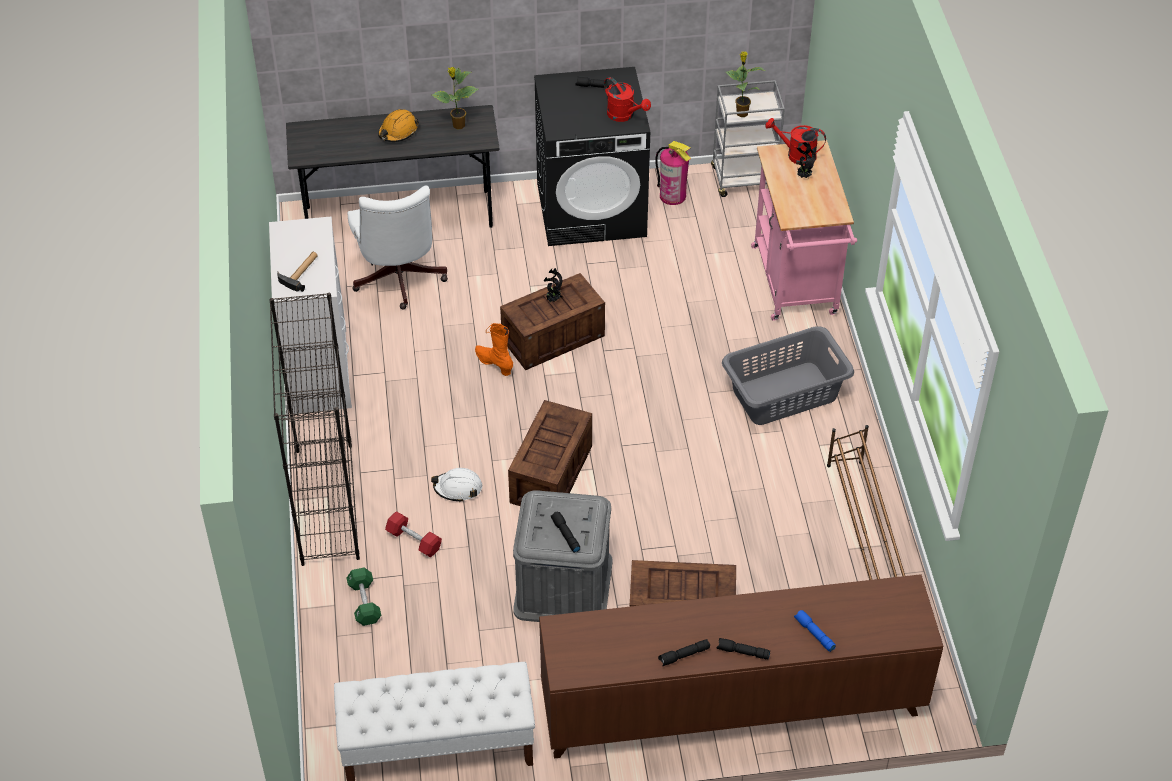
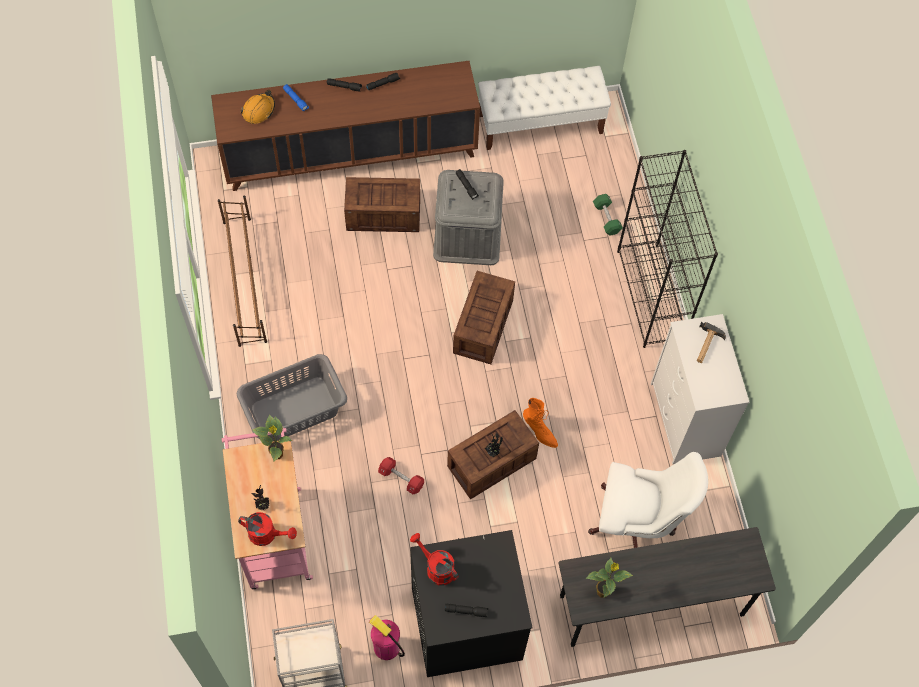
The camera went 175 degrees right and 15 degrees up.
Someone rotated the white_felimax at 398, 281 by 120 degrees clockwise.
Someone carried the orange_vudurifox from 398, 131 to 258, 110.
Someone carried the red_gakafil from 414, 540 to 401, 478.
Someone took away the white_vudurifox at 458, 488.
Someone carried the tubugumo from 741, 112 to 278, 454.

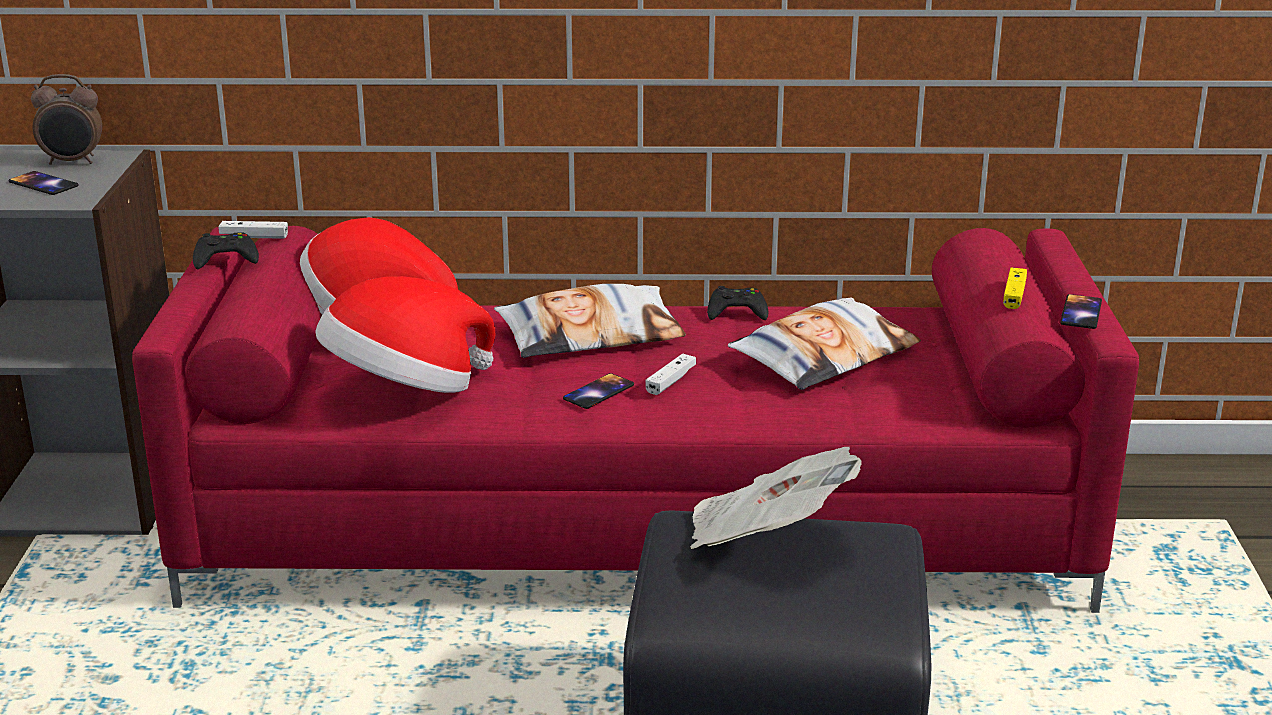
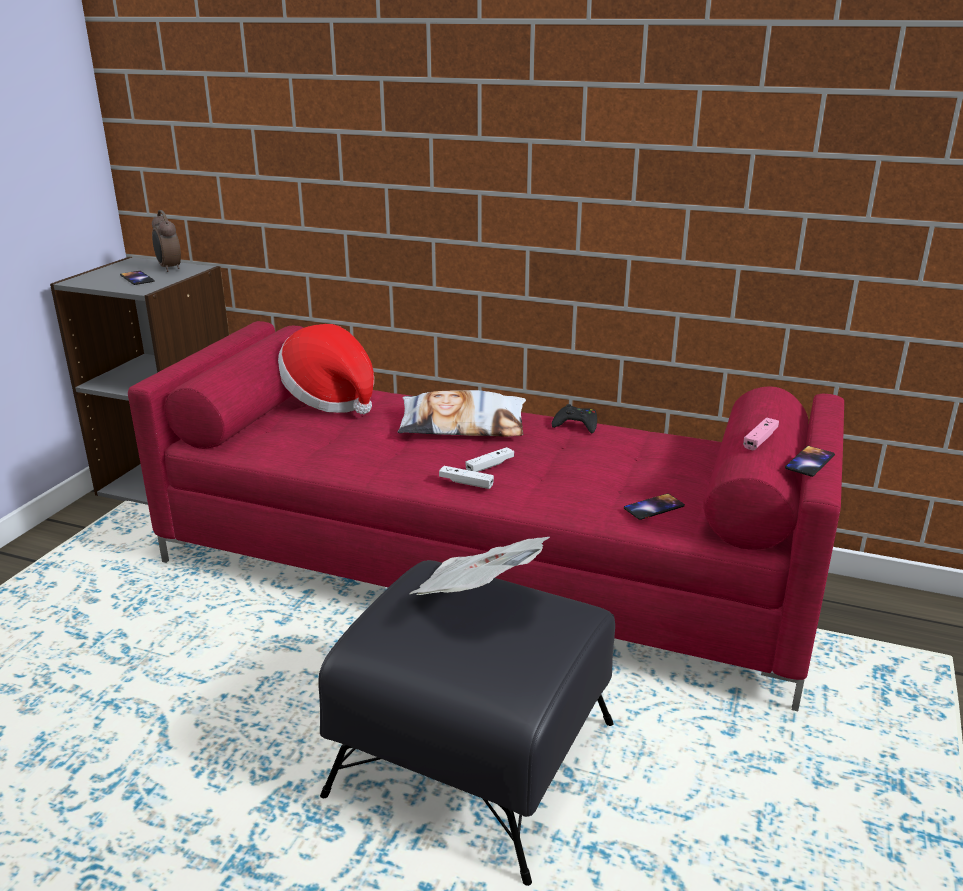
The camera went 20 degrees right and 0 degrees up.
Someone rotated the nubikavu at 73, 162 by 45 degrees clockwise.
Someone took away the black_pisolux at 225, 258.
Someone carried the white_pisolux from 254, 237 to 466, 483.
Someone took away the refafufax at 405, 390.
Someone carried the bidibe from 598, 392 to 653, 507.
Someone took away the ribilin at 824, 356.
Someone repainted the yellow_pisolux at 1014, 295, which became the pink_pisolux at 760, 439.

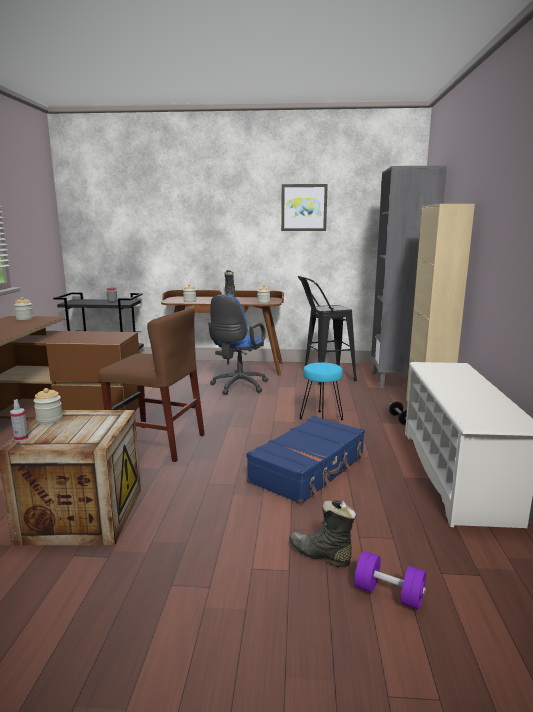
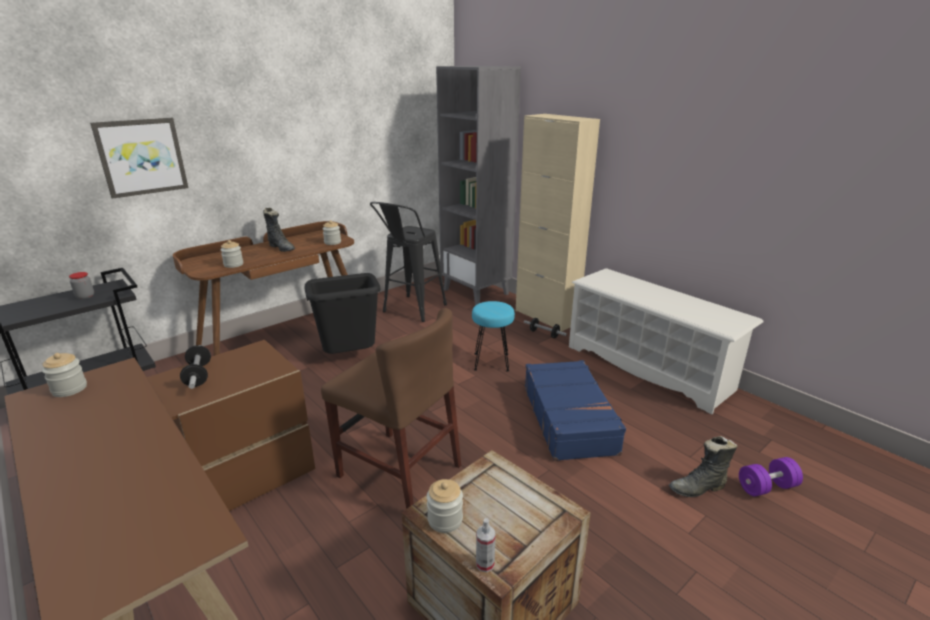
The camera went 45 degrees left and 10 degrees up.
Someone rotated the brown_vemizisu at 158, 442 by 60 degrees clockwise.
Someone swapped the blue_felimax at 237, 386 for the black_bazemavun at 349, 358.
Someone carried the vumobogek from 304, 207 to 141, 157.
Someone put down the gakafil at 198, 375.

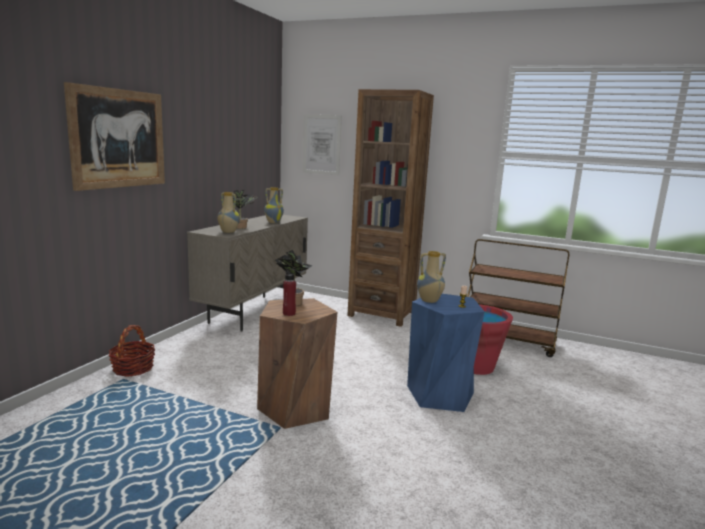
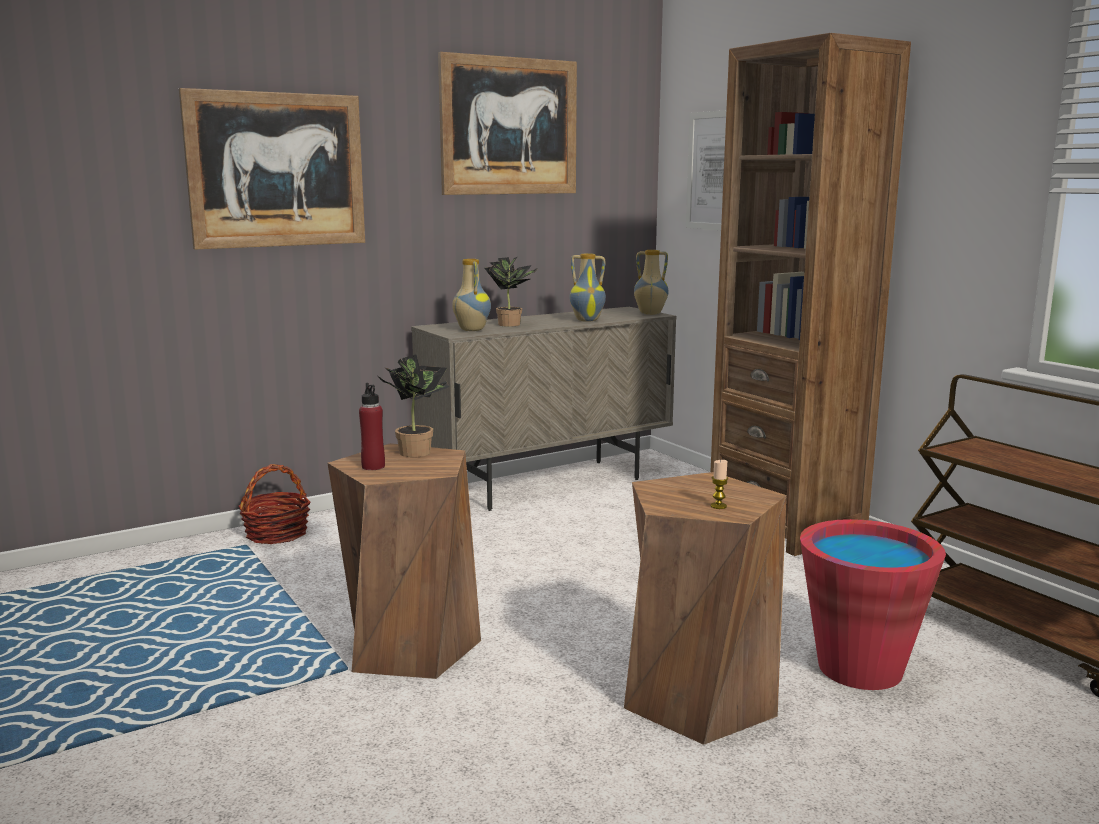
The camera went 35 degrees right and 0 degrees up.
Someone repainted the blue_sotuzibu at 440, 394, which became the brown_sotuzibu at 698, 699.
Someone carried the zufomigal from 429, 301 to 650, 313.
Someone put up the vumobogek at 509, 126.

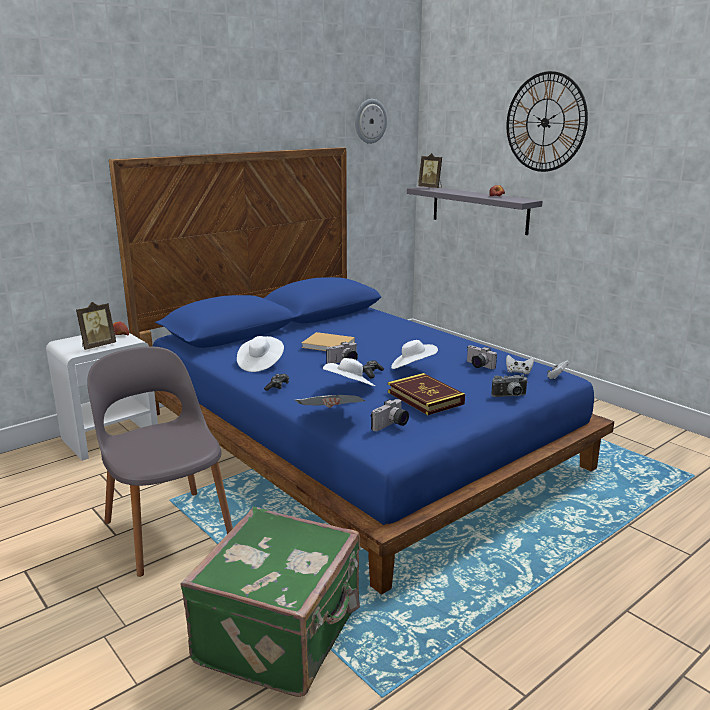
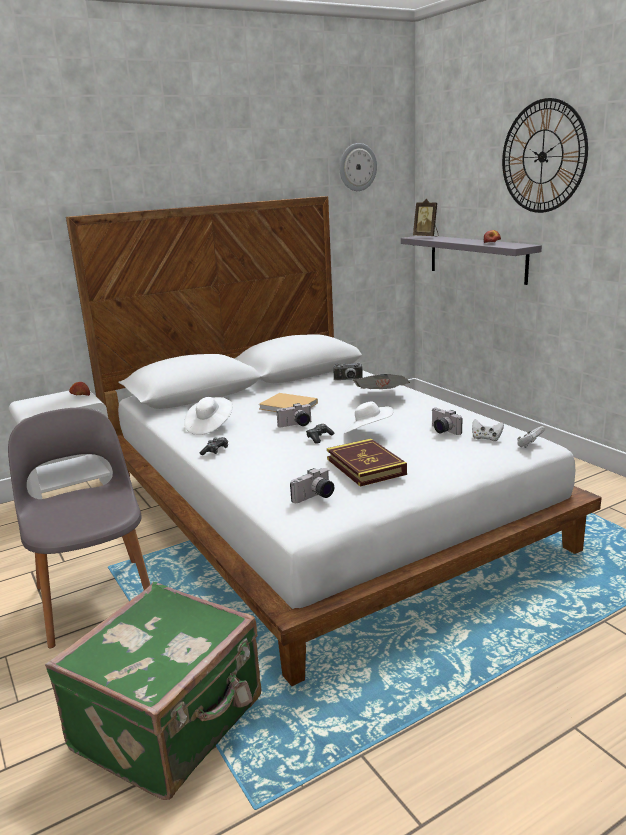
The camera went 10 degrees right and 0 degrees up.
Someone took away the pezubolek at 97, 346.
Someone repainted the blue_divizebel at 355, 440, which became the white_divizebel at 318, 508.
Someone carried the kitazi from 330, 418 to 381, 397.
Someone took away the white_refafufax at 349, 387.
Someone carried the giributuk from 510, 396 to 348, 380.

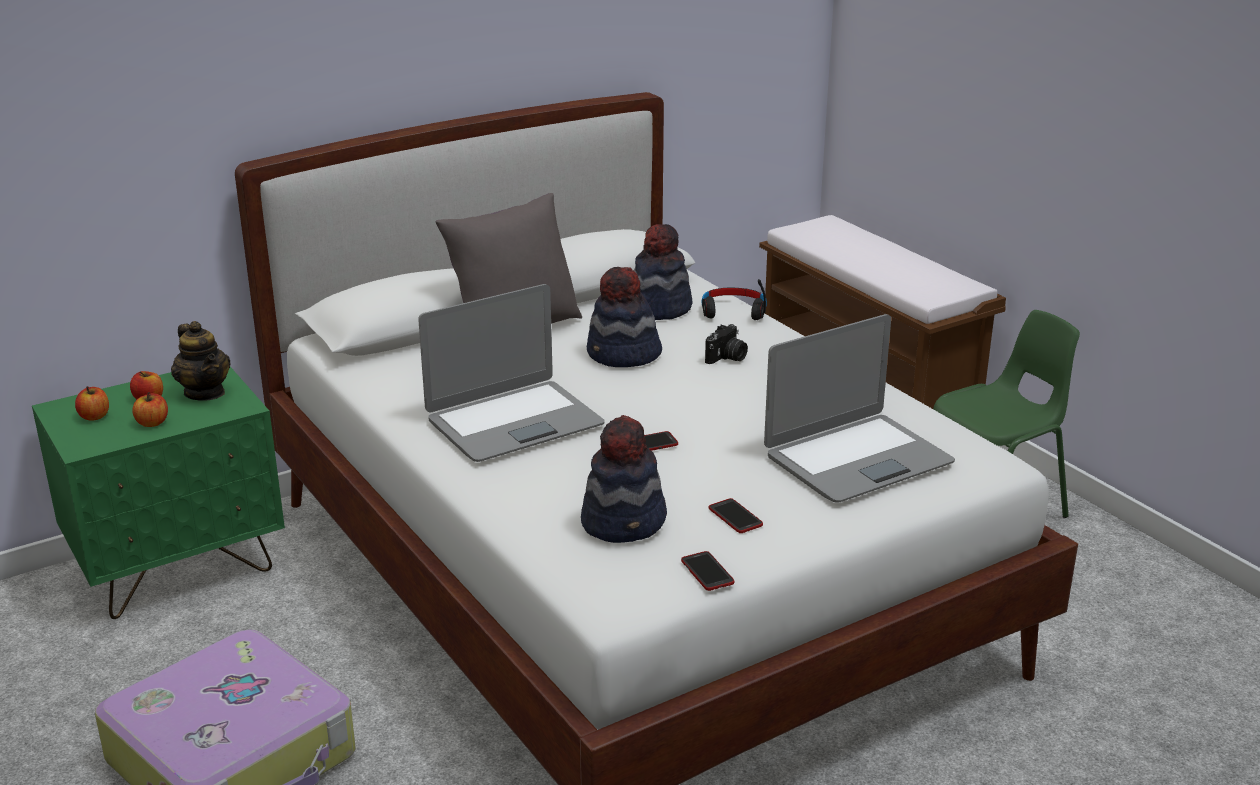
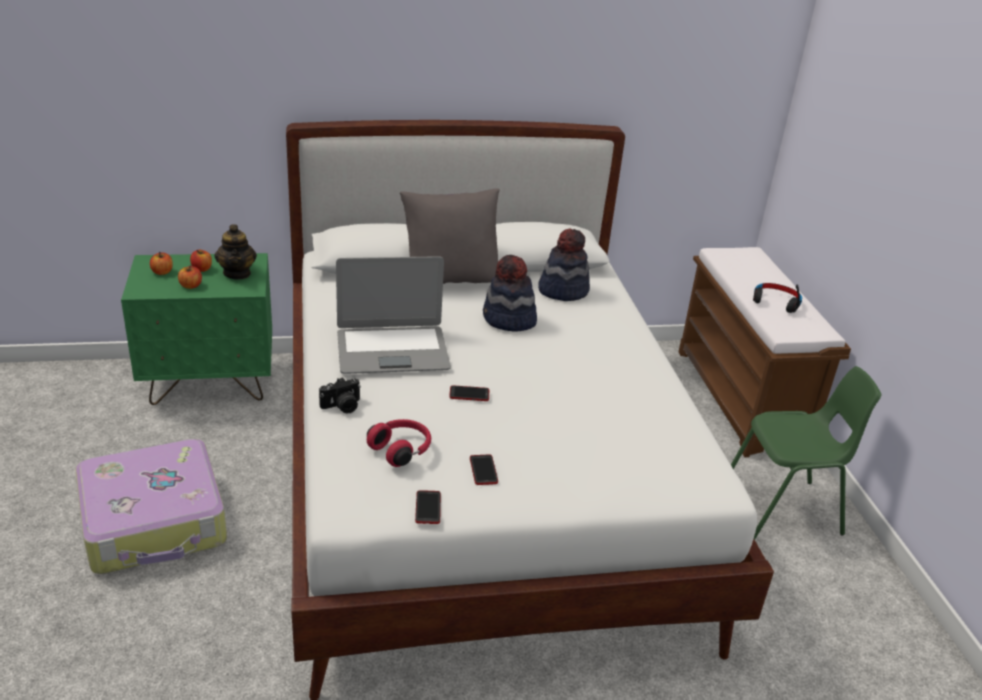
The camera went 20 degrees right and 5 degrees up.
Someone swapped the refafufax at 625, 522 for the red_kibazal at 401, 450.
Someone carried the black_kibazal from 733, 312 to 776, 302.
Someone carried the giributuk from 727, 358 to 342, 406.
Someone took away the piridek at 857, 459.

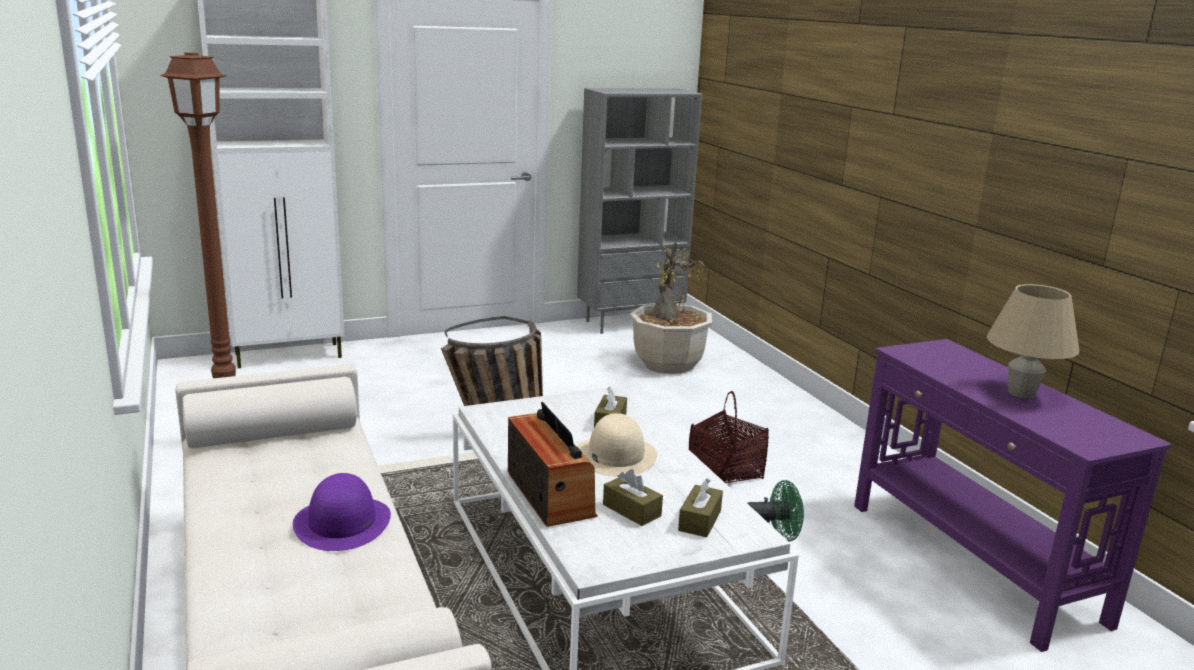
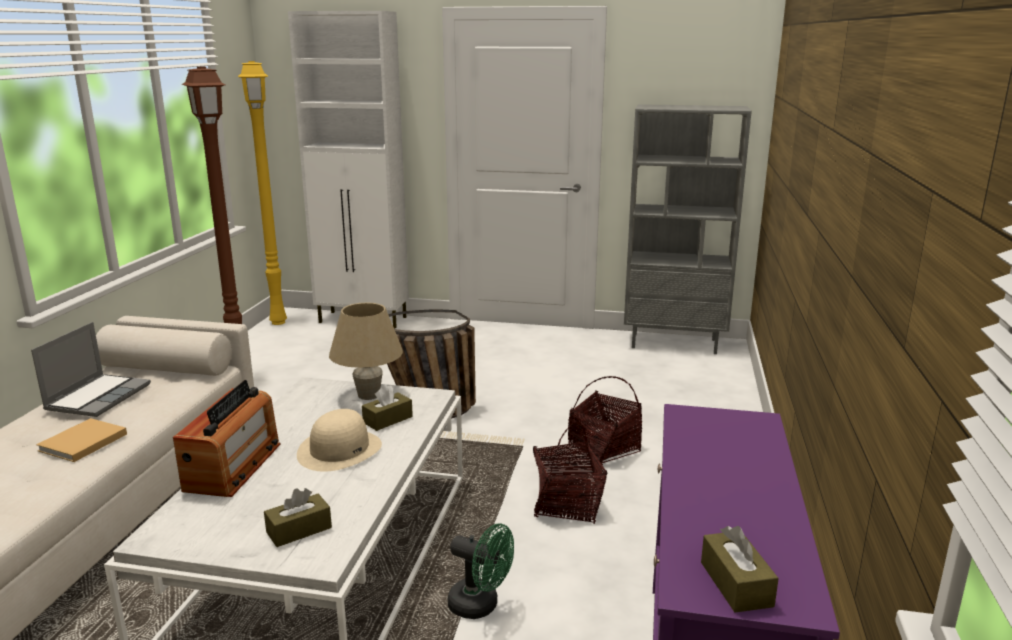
The camera went 35 degrees right and 0 degrees up.
Someone swapped the purple_refafufax at 342, 523 for the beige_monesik at 81, 443.
Someone carried the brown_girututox from 631, 510 to 736, 584.
Someone took away the tubugumo at 669, 364.
Someone carried the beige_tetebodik from 1021, 393 to 369, 395.
Someone put down the piridek at 98, 397.
Someone put down the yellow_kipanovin at 279, 322.
Someone put down the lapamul at 603, 448.

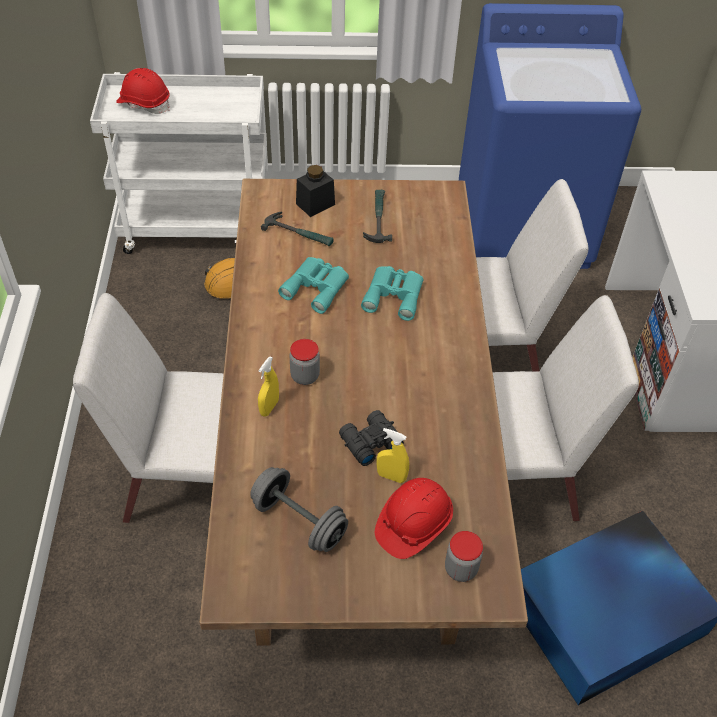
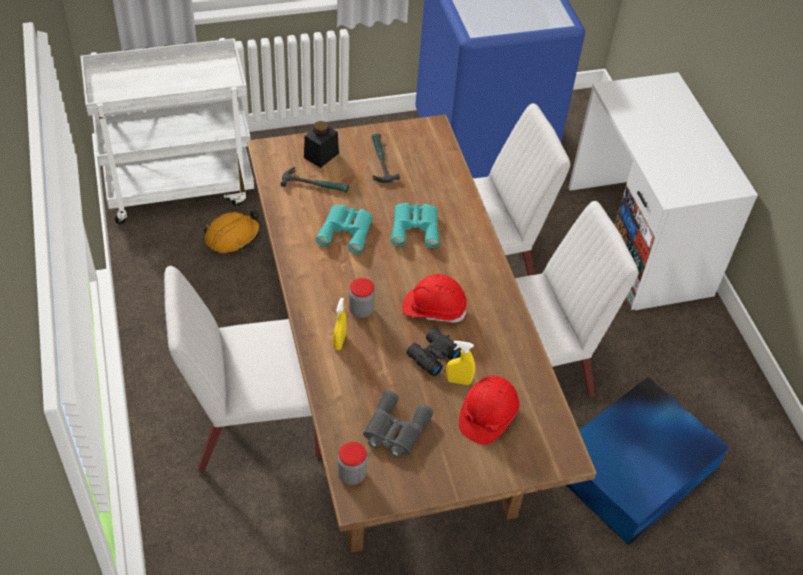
The camera went 15 degrees left and 0 degrees up.
Someone carried the red_vudurifox from 144, 103 to 434, 309.
Someone swapped the grey_gakafil at 299, 521 for the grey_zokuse at 395, 430.
Someone carried the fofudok from 460, 569 to 351, 474.

